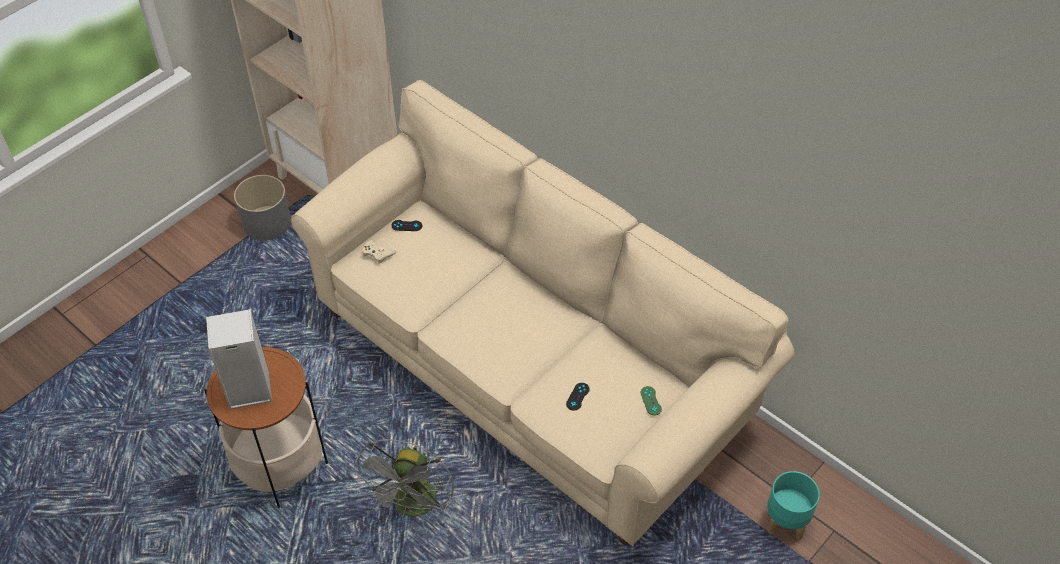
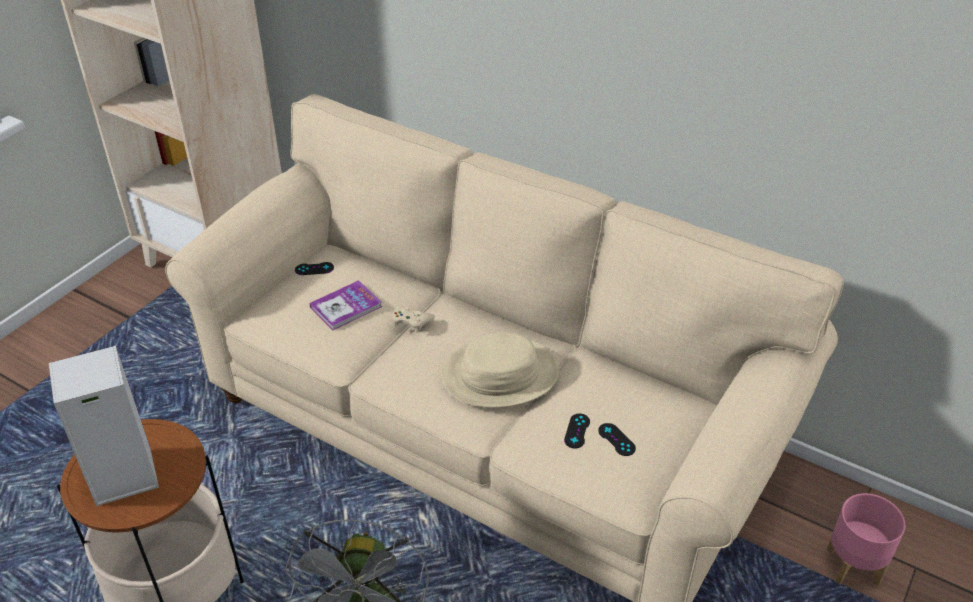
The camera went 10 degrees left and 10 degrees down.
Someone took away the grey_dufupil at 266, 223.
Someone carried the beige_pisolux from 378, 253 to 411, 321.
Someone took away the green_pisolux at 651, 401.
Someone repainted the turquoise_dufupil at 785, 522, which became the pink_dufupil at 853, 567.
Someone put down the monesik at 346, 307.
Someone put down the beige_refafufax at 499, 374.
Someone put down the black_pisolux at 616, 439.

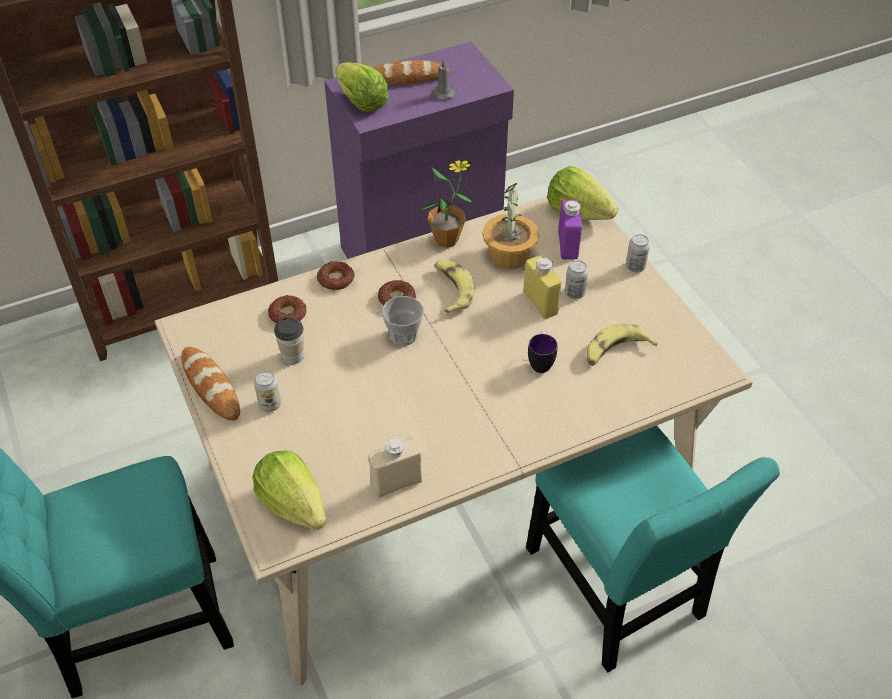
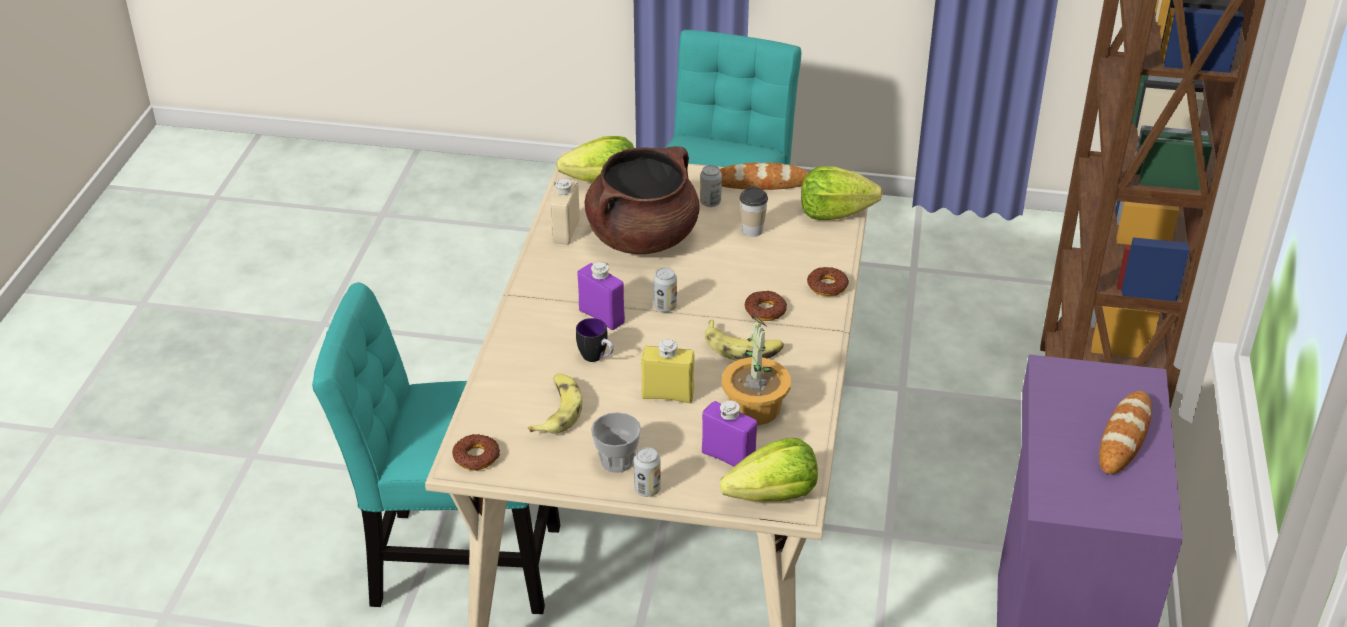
The camera went 125 degrees right and 10 degrees down.
Someone carried the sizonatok from 288, 314 to 476, 457.
Someone carried the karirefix from 361, 102 to 834, 213.
Someone carried the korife from 403, 335 to 617, 461.
Someone took away the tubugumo at 446, 240.
Someone took away the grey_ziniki at 442, 93.
Someone carried the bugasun from 574, 293 to 665, 307.
Someone put down the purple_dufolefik at 601, 316.
Someone put down the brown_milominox at 642, 237.

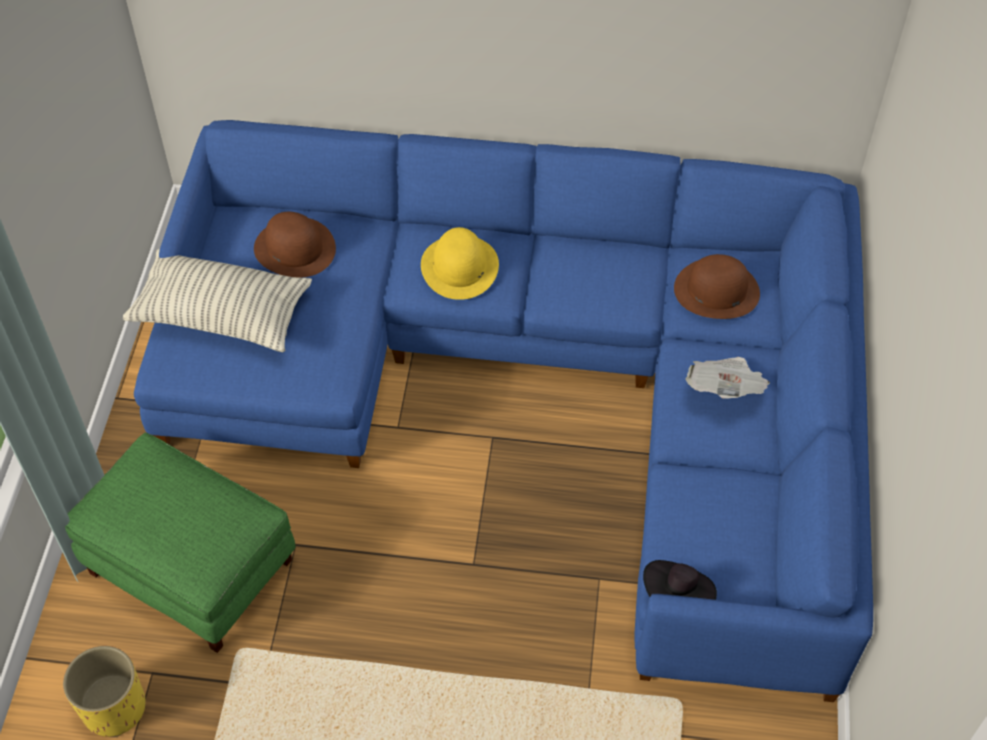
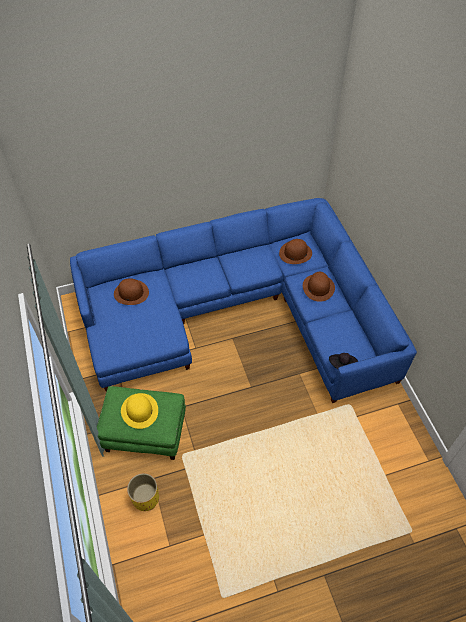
The camera went 25 degrees left and 0 degrees up.
Someone took away the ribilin at 222, 315.
Someone carried the yellow_refafufax from 460, 267 to 139, 410.
Someone swapped the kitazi at 724, 390 for the brown_refafufax at 318, 287.

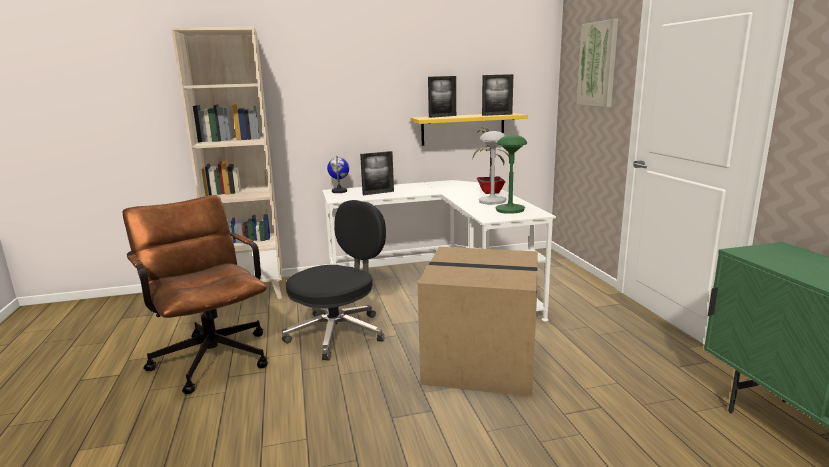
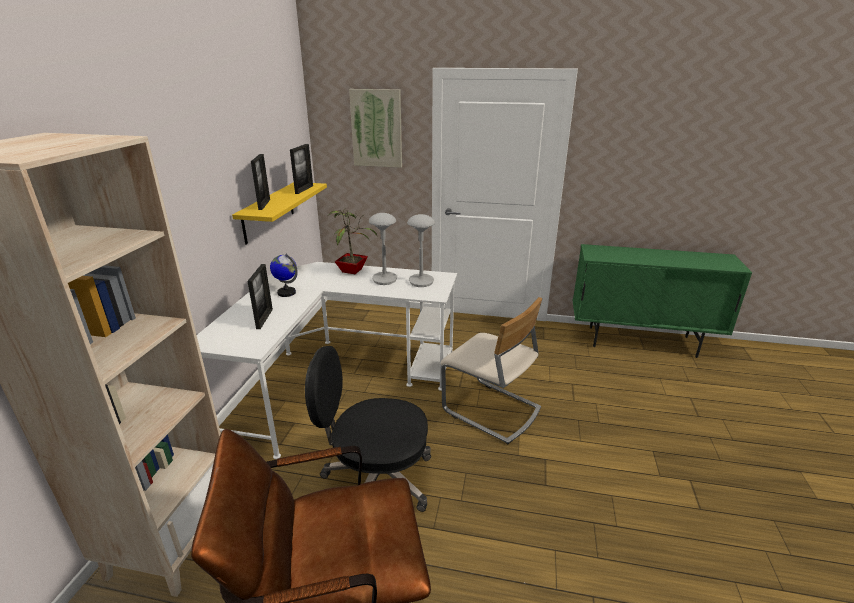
The camera went 65 degrees left and 10 degrees up.
Someone rotated the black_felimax at 338, 333 by 60 degrees counterclockwise.
Someone carried the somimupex from 339, 191 to 286, 292.
Someone swapped the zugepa at 479, 362 for the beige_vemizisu at 491, 410.
Someone repainted the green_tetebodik at 510, 210, which became the grey_tetebodik at 421, 281.

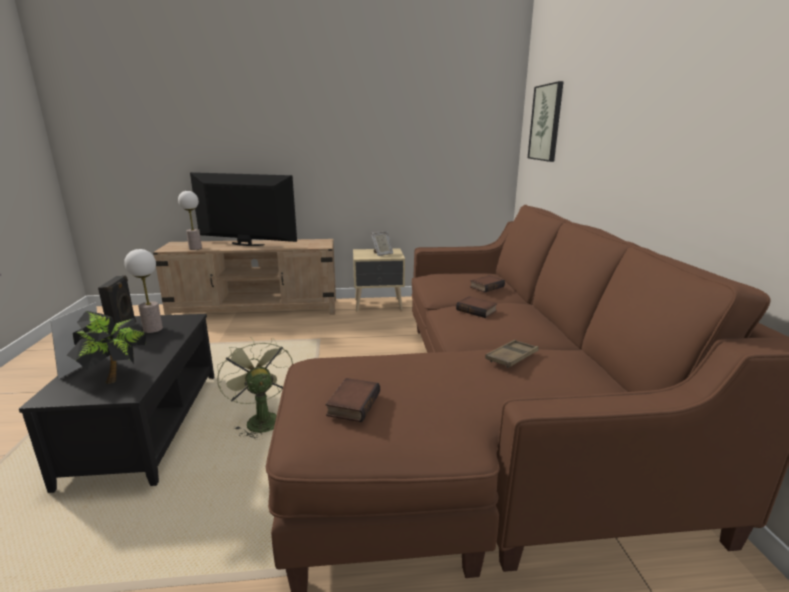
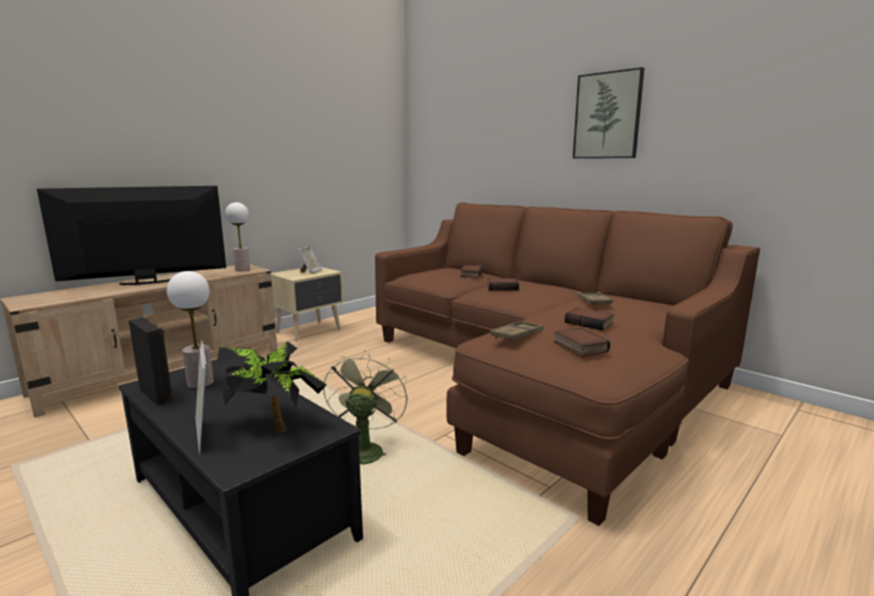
The camera went 40 degrees left and 5 degrees down.
Someone carried the tetebodik from 195, 248 to 243, 270.
Someone rotated the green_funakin at 260, 419 by 75 degrees clockwise.
Someone carried the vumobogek from 546, 123 to 607, 116.
Someone put down the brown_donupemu at 517, 335.
Someone put down the monesik at 590, 323.

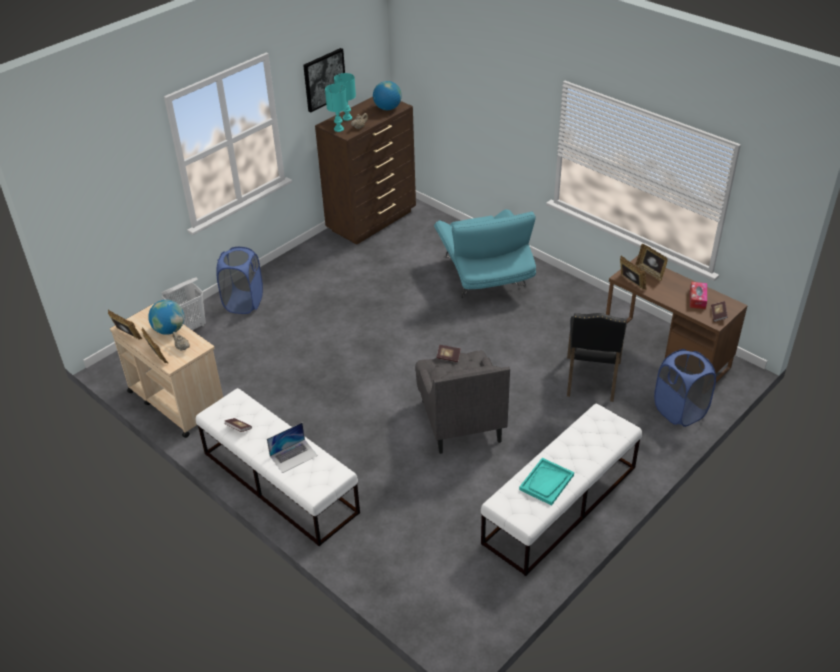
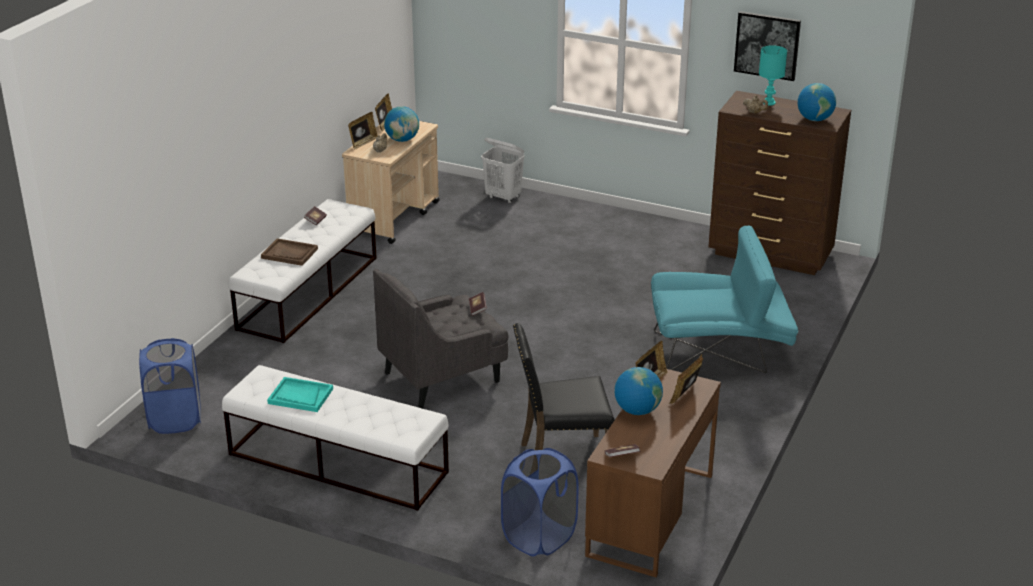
The camera went 70 degrees right and 10 degrees down.
Someone carried the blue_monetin from 244, 302 to 175, 419.
Someone swapped the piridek at 293, 455 for the brown_donupemu at 290, 253.
Someone took away the turquoise_tetebodik at 339, 129.
Someone rotated the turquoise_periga at 485, 276 by 150 degrees counterclockwise.
Someone took away the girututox at 697, 299.
Someone put down the somimupex at 637, 410.

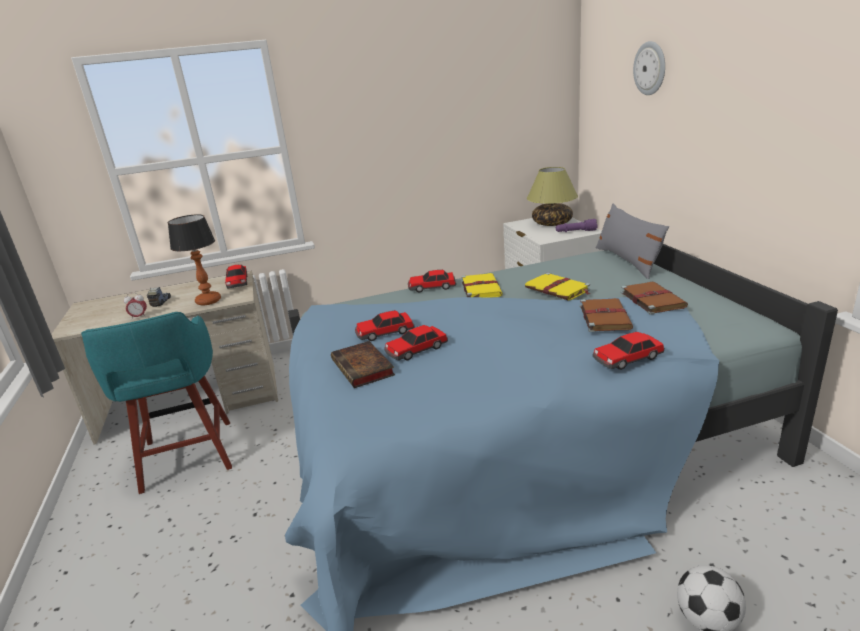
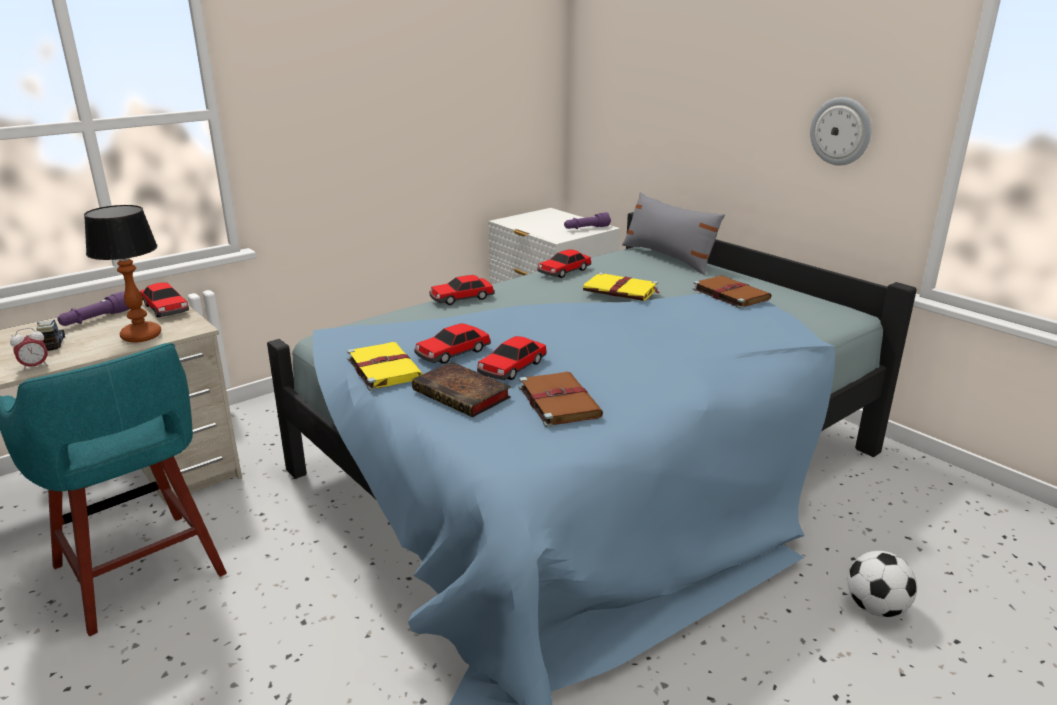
The camera went 25 degrees left and 0 degrees up.
Someone carried the yellow_monesik from 481, 288 to 383, 368.
Someone took away the tetebodik at 551, 223.
Someone carried the brown_monesik from 604, 317 to 558, 401.
Someone carried the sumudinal from 627, 358 to 563, 271.
Someone carried the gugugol from 650, 68 to 841, 131.
Someone put down the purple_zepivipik at 96, 319.

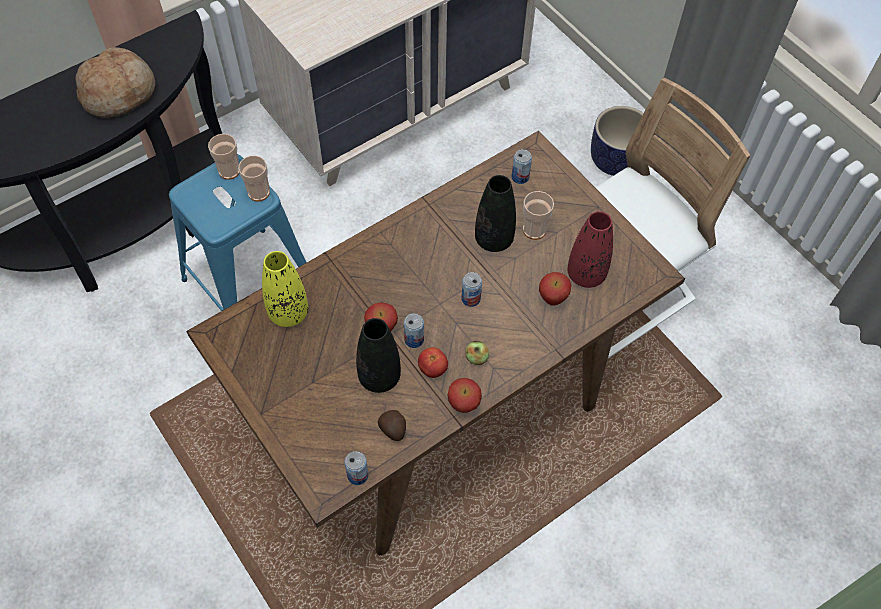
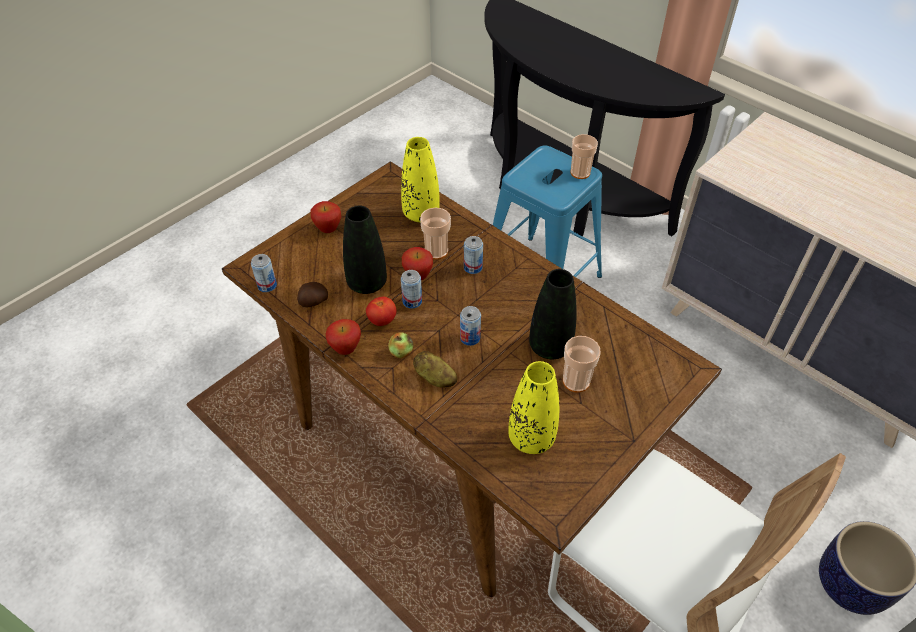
The camera went 80 degrees right and 10 degrees down.
Someone took away the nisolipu at 118, 92.
Someone carried the korife from 258, 192 to 436, 251.
Someone carried the bugasun from 520, 177 to 473, 267.
Someone carried the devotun from 552, 299 to 328, 230.
Someone repainted the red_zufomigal at 586, 274, which became the yellow_zufomigal at 531, 438.
Someone put down the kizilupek at 434, 378.

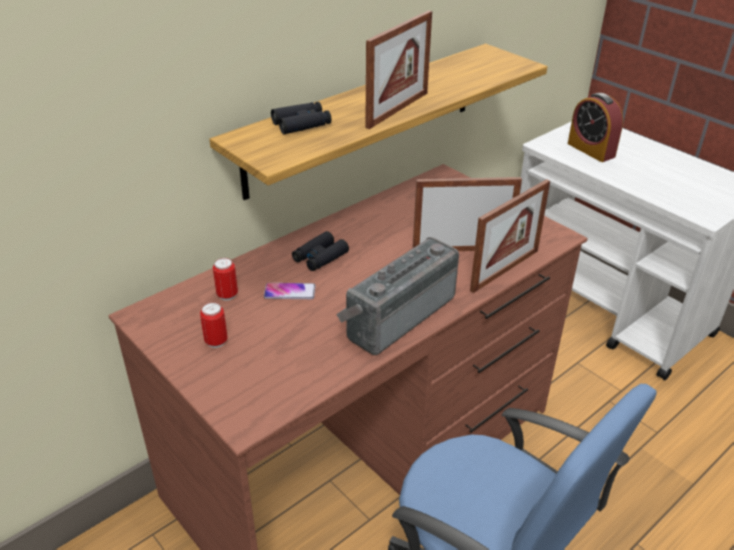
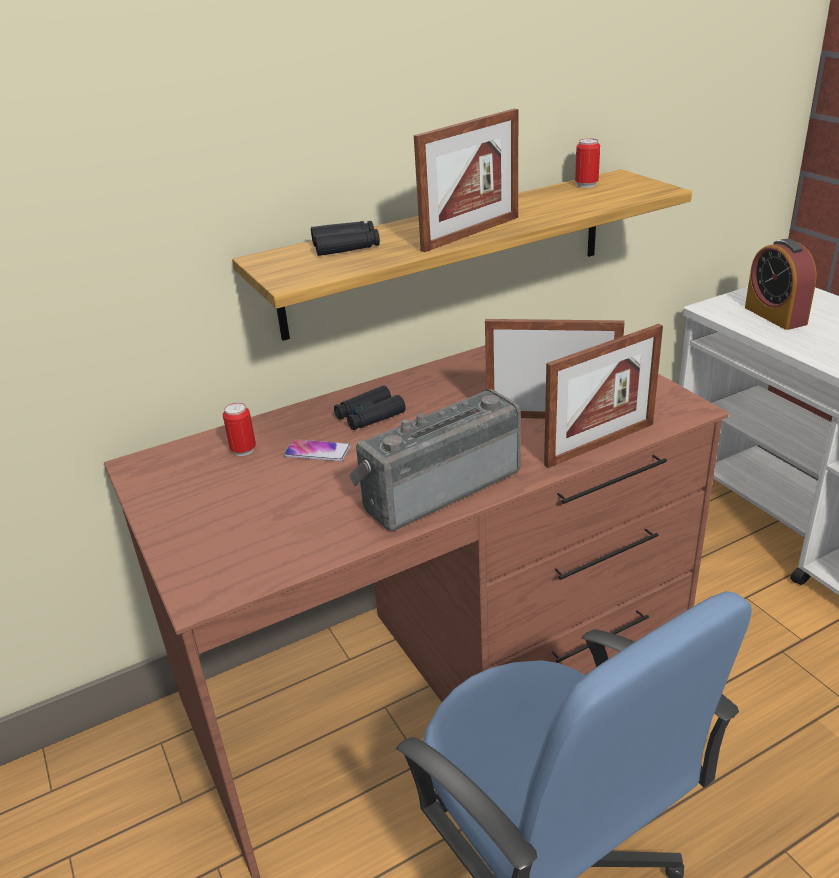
The camera went 15 degrees right and 5 degrees down.
Someone carried the bugasun from 216, 341 to 586, 185.

